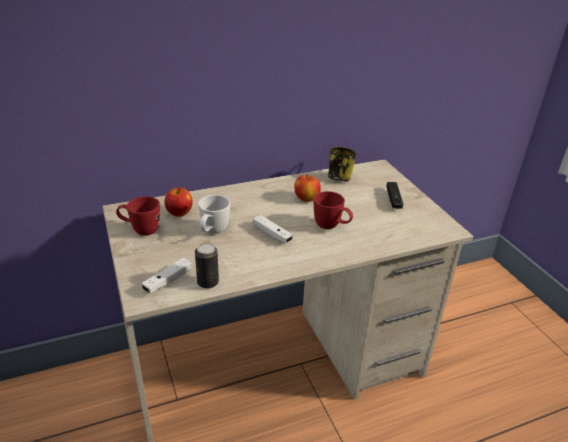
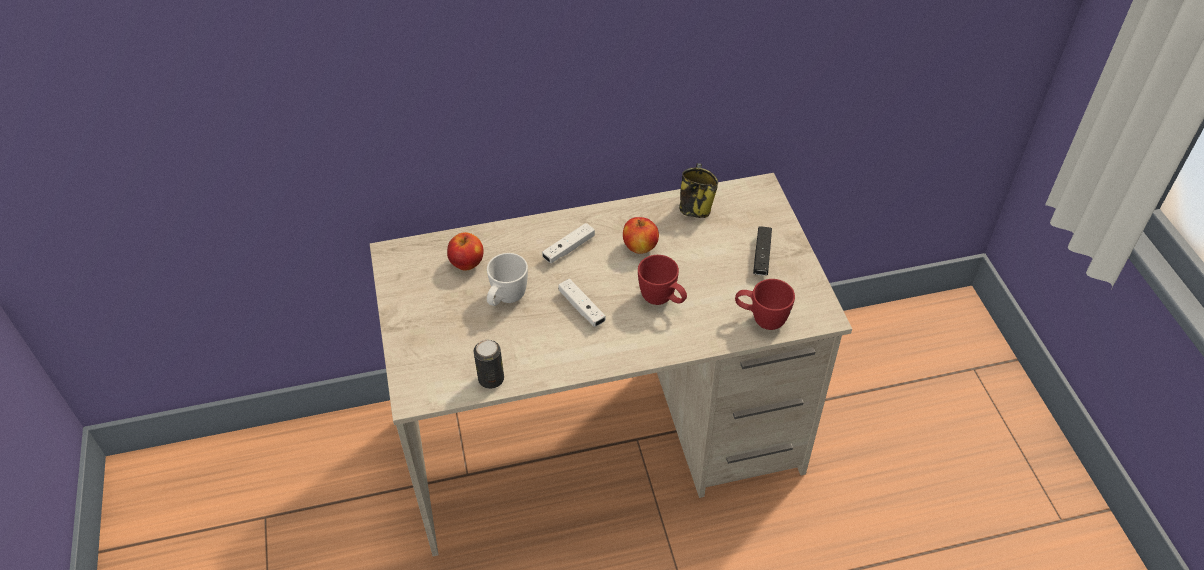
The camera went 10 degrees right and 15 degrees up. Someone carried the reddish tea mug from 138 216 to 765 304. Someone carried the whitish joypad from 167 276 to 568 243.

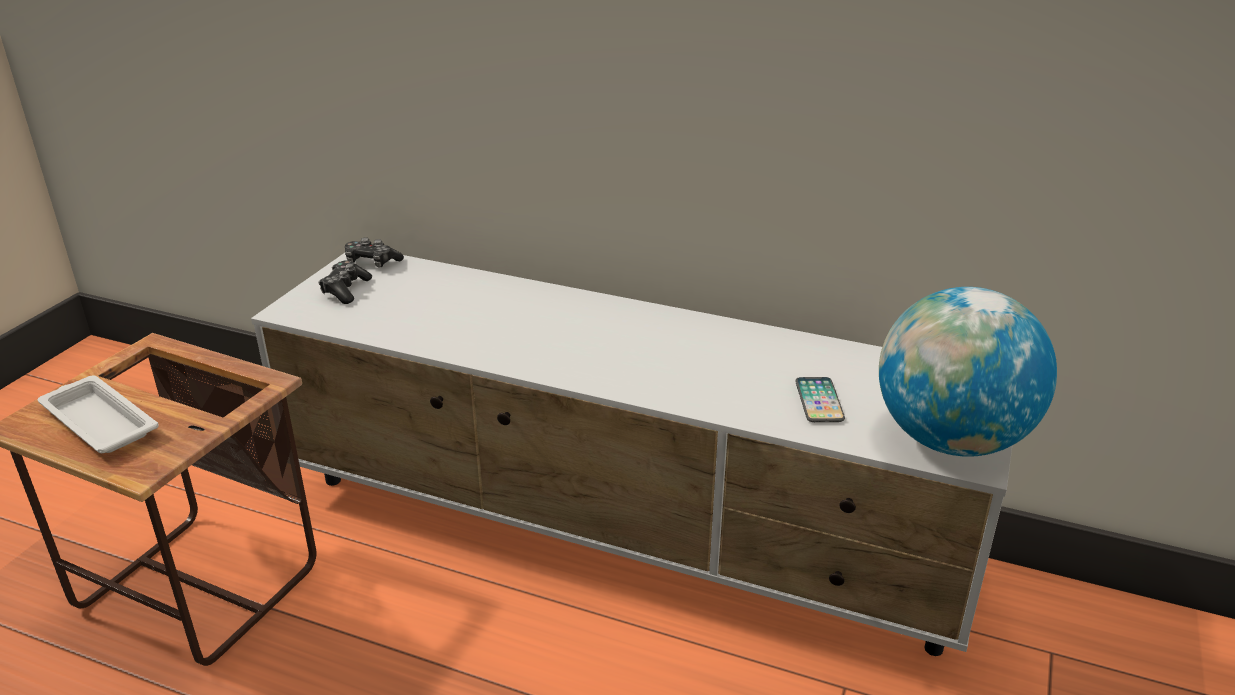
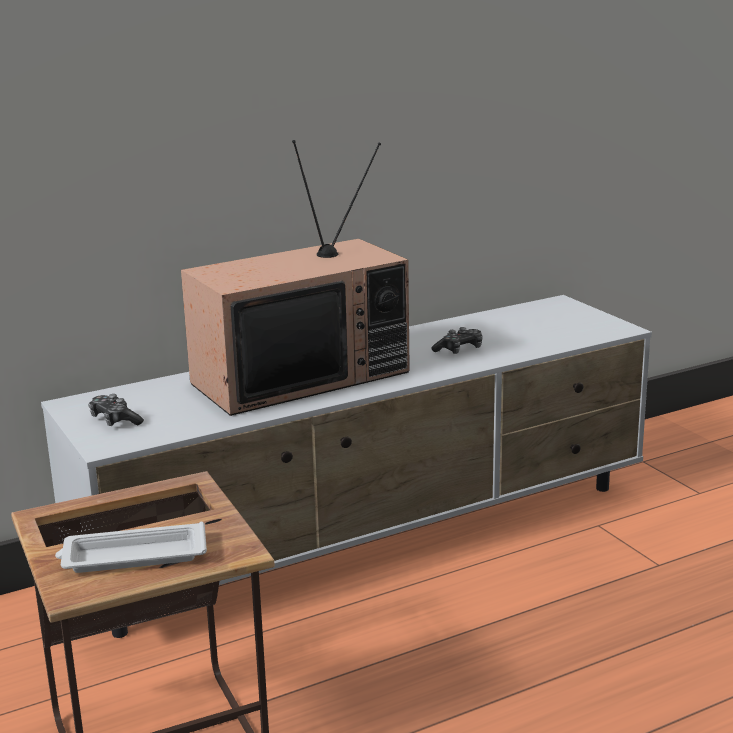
The camera went 50 degrees left and 10 degrees down. Someone carried the joypad from 374 252 to 457 340. Someone took away the world globe at 968 372. Someone took away the handset at 820 399. Someone put down the television at 295 278.

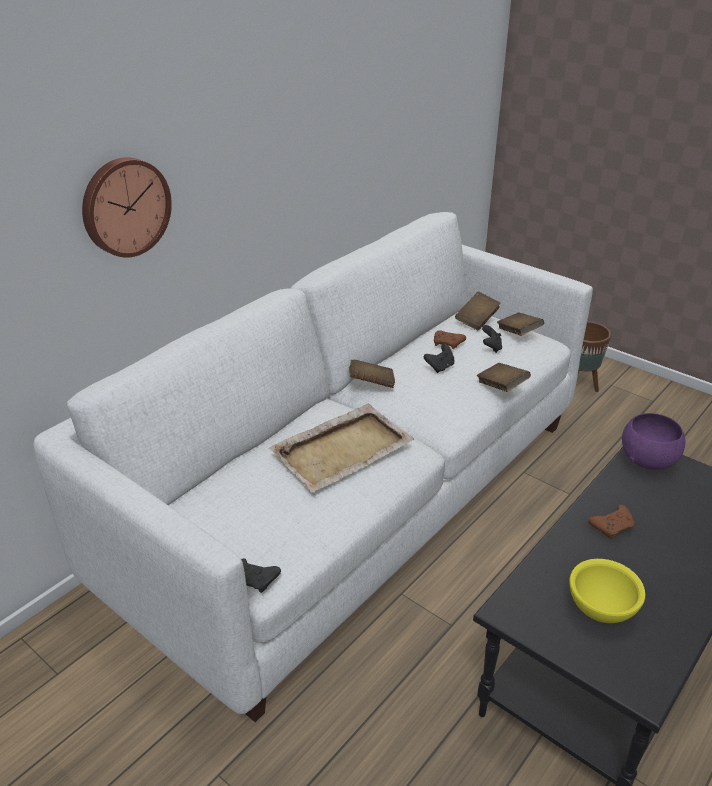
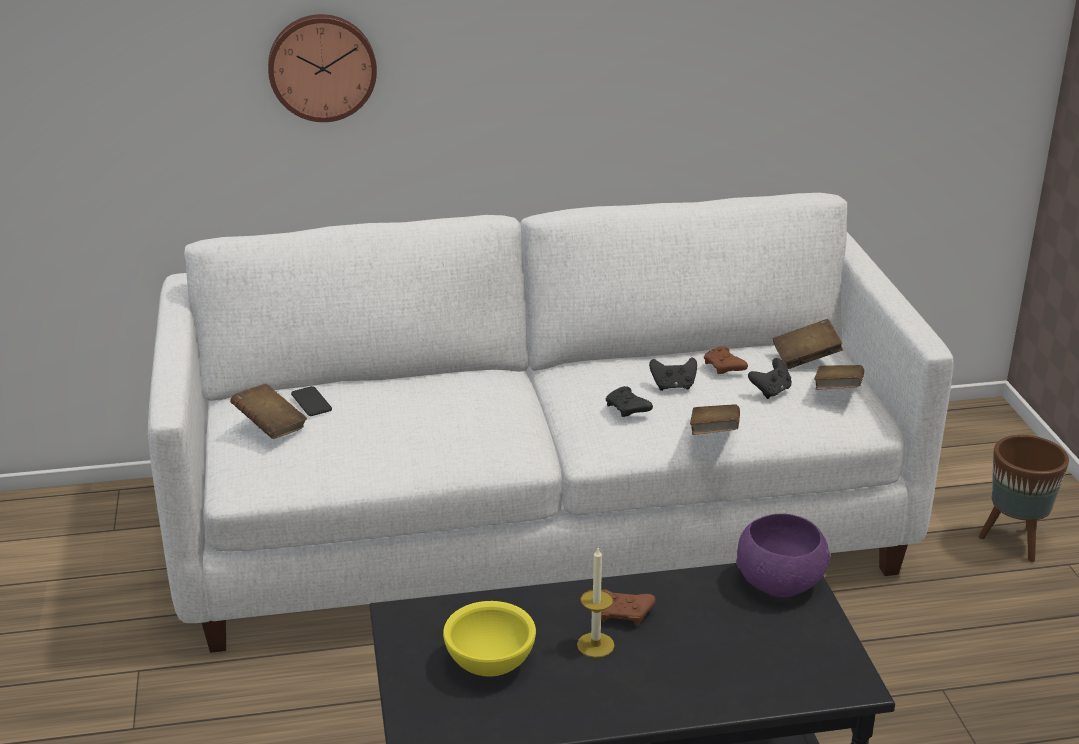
The camera went 40 degrees right and 5 degrees down. Someone carried the brownish volume from 372 374 to 268 411. Someone took away the beige-coloured tray at 341 448. Someone carried the black joypad from 261 575 to 629 401. Someone put down the handset at 311 401. Someone put down the candle at 596 603.

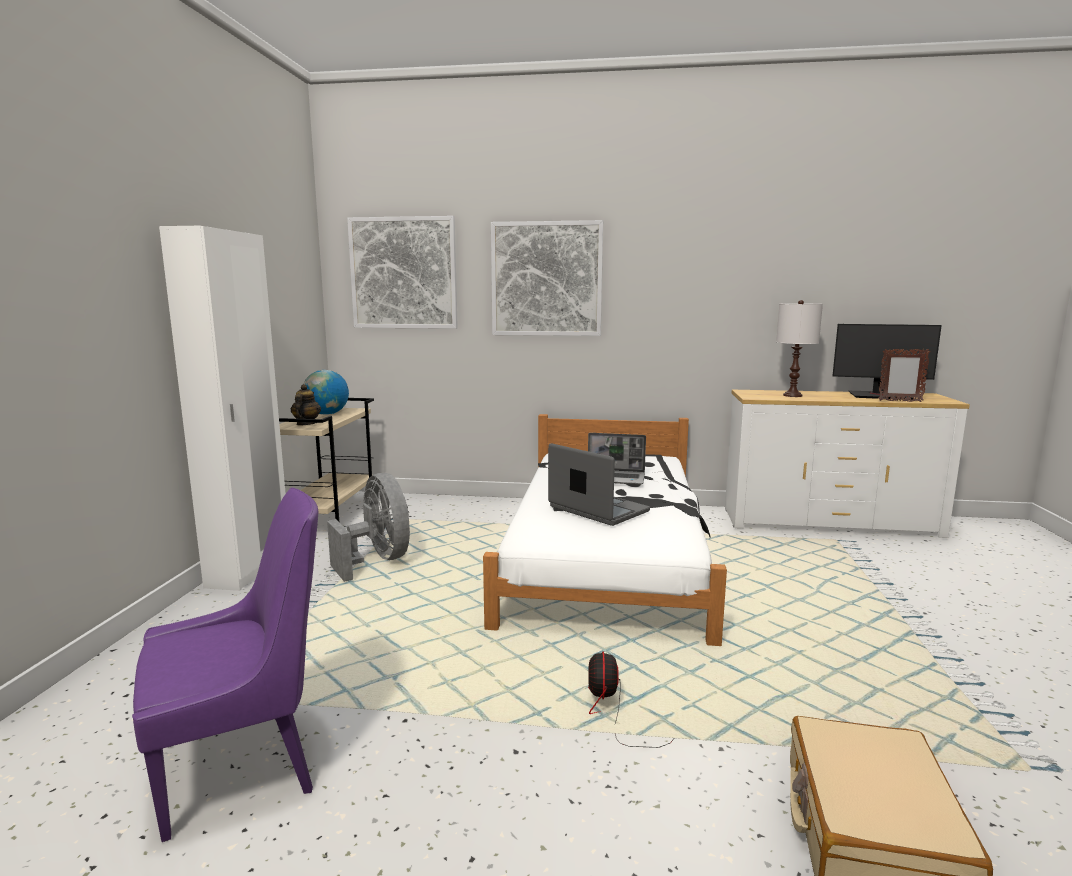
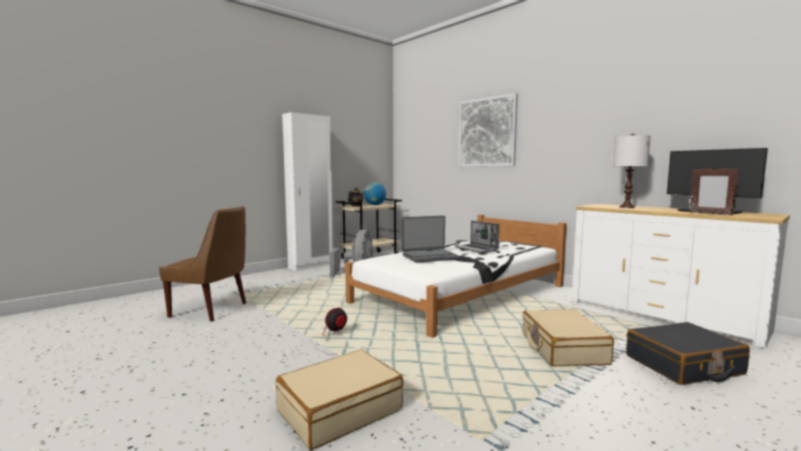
The camera went 40 degrees right and 5 degrees down. Someone took away the wall art at 402 272. Someone rotated the laptop at 599 484 by 75 degrees clockwise. Someone repainted the purplish upright chair at 225 665, which became the brownish upright chair at 202 264. Someone put down the beige-coloured suitcase at 568 337. Someone put down the black suitcase at 688 353.

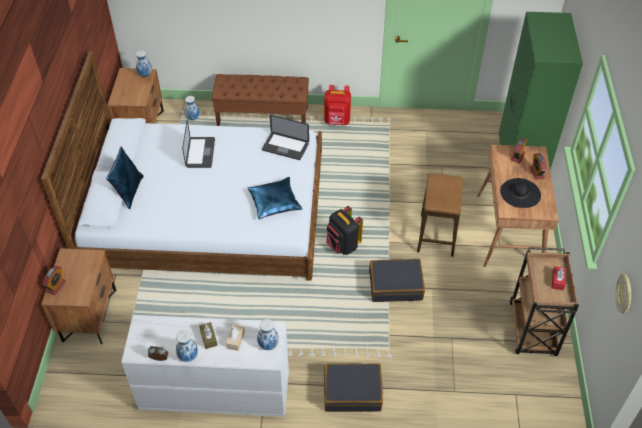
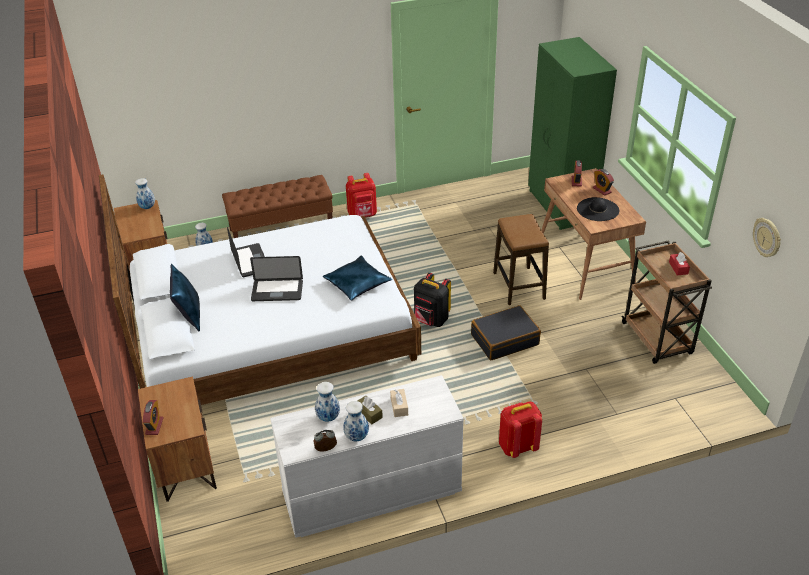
The camera went 20 degrees left and 10 degrees down. Someone carried the laptop from 285 137 to 276 278. Someone carried the decorative vase from 268 334 to 327 402. Someone swapped the black suitcase at 353 387 for the reddish backpack at 520 430.

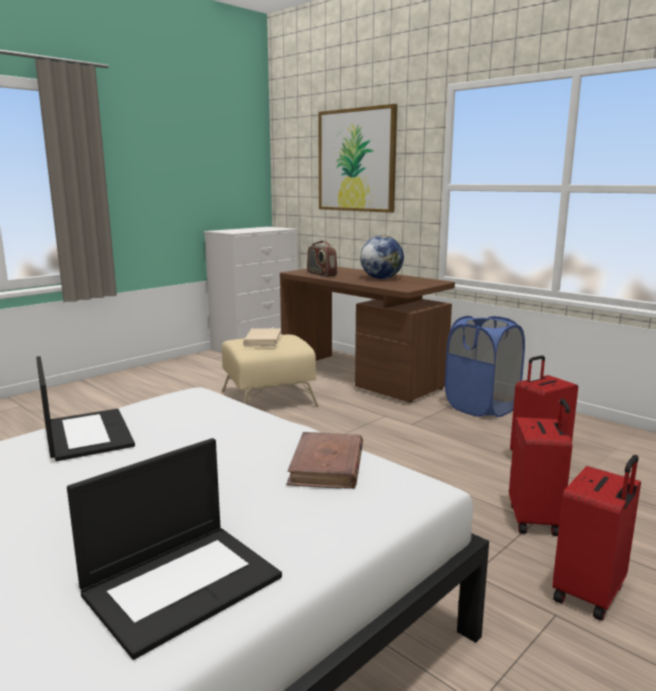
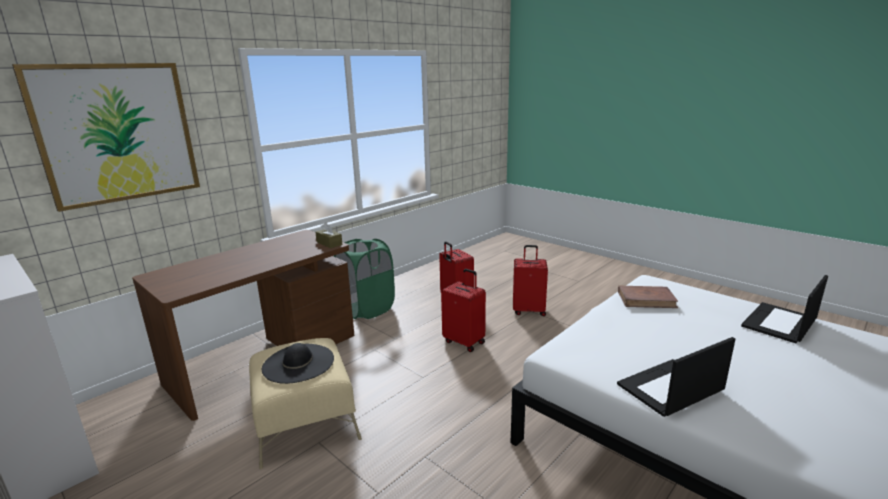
The camera went 90 degrees left and 5 degrees up. Someone took away the world globe at 382 257. Someone took away the radio set at 322 258. Someone repainted the blue washing basket at 485 366, which became the green washing basket at 364 279. Someone swapped the beige-coloured volume at 262 337 for the black wearable hat at 298 363. Someone rotated the laptop at 174 549 by 90 degrees counterclockwise. Someone carried the reddish suitcase from 596 538 to 463 310. Someone put down the brownish tissue box at 329 235.

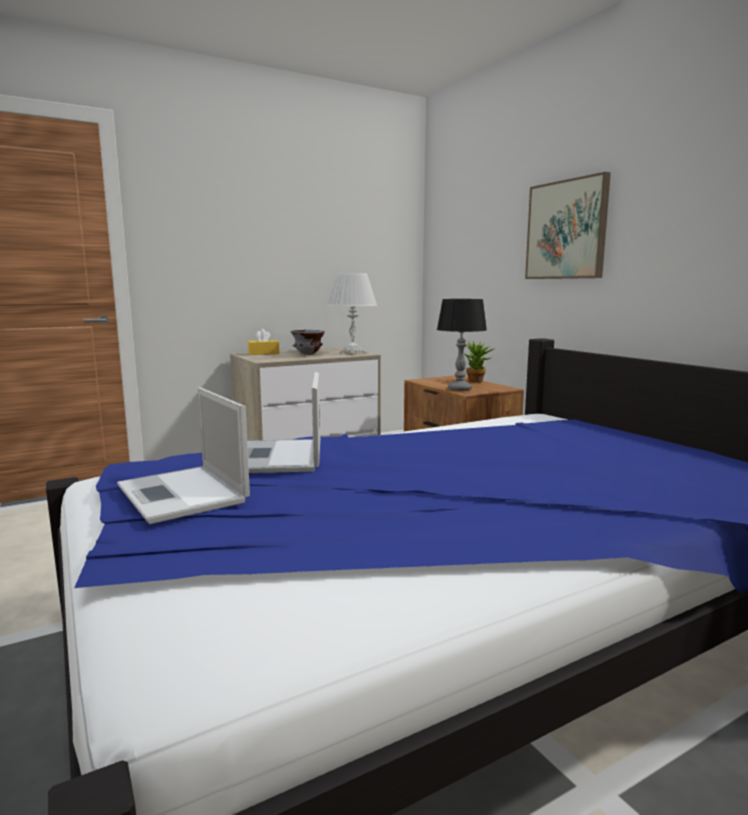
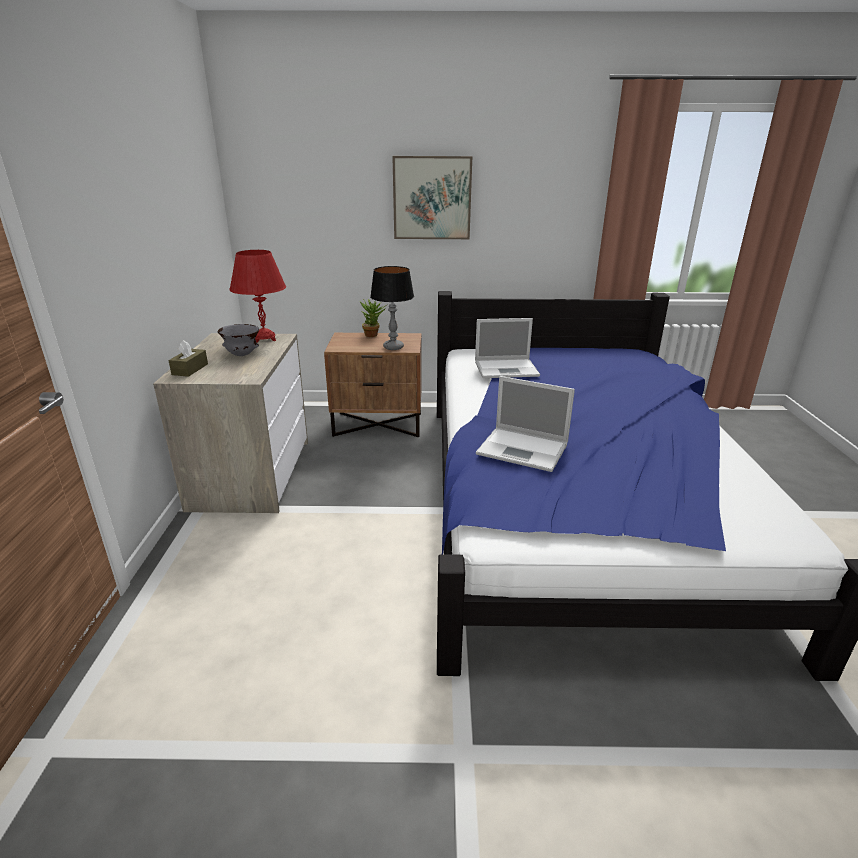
The camera went 60 degrees left and 15 degrees up. Someone repainted the whitish lamp for a table at 352 314, which became the reddish lamp for a table at 258 296. Someone repainted the yellow-coloured tissue box at 263 342, which became the brownish tissue box at 188 358. Someone carried the laptop from 183 455 to 507 348.

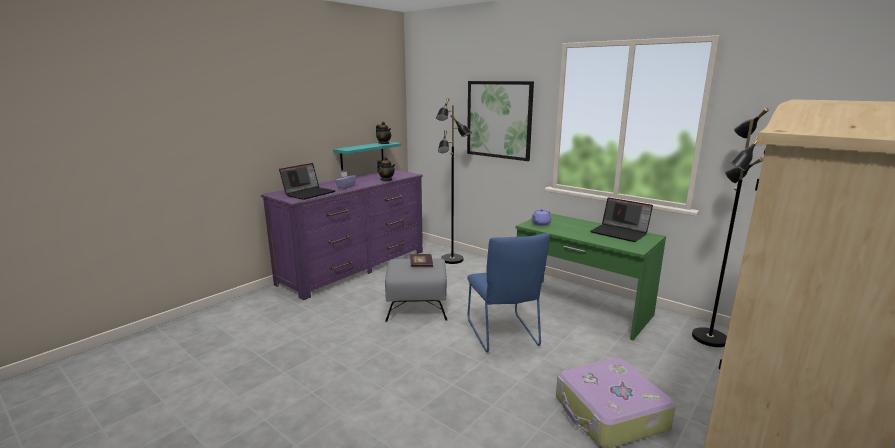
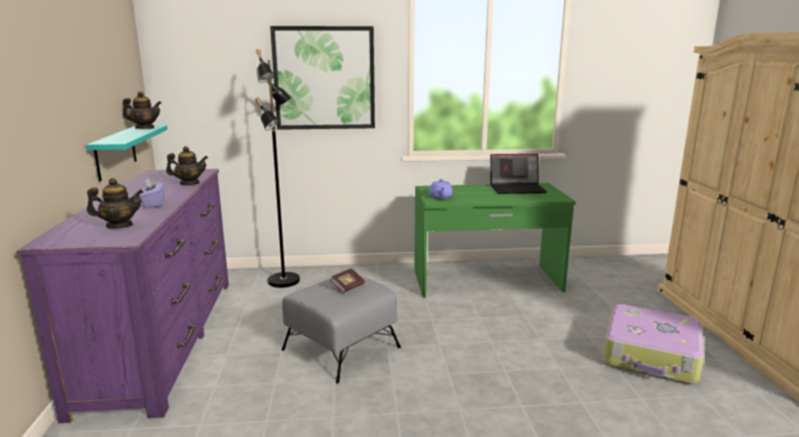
The camera went 45 degrees left and 0 degrees up. Someone took away the black standing lamp at 730 227. Someone swapped the laptop at 307 181 for the pot for tea at 115 203. Someone took away the blue upright chair at 508 292.

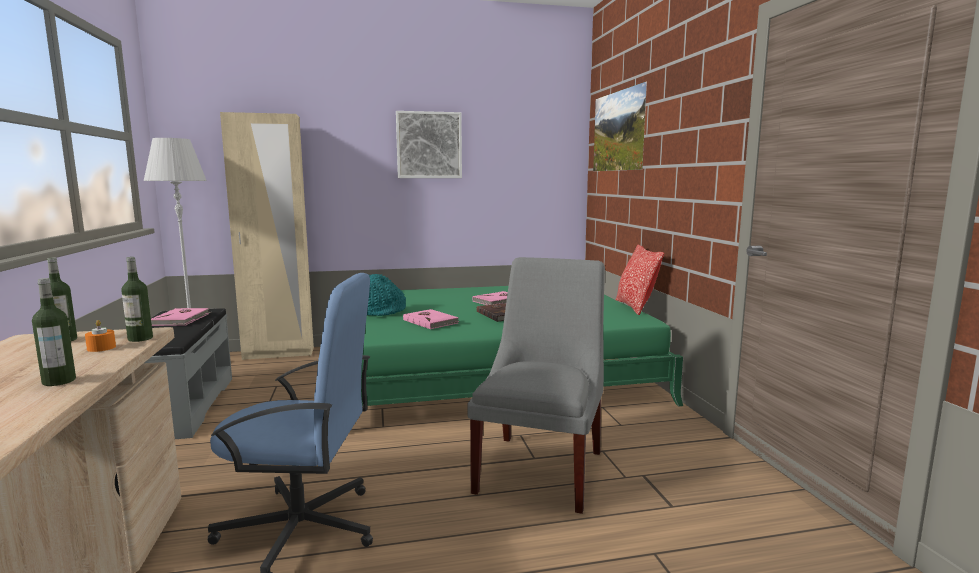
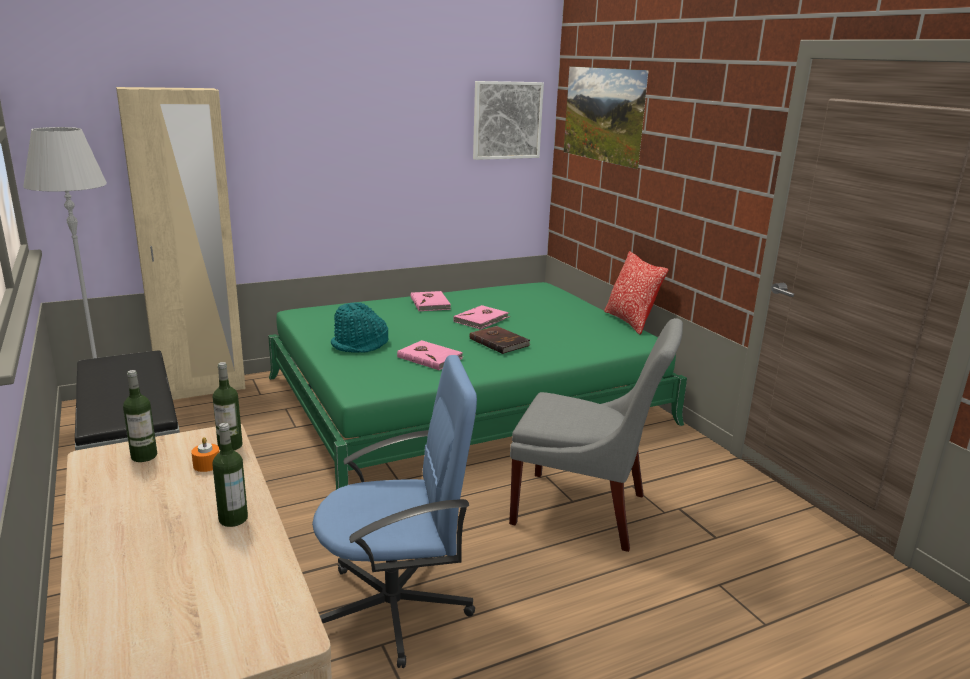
The camera went 15 degrees left and 10 degrees up. Someone carried the wall art from 429 144 to 508 120. Someone rotated the grey upright chair at 536 385 by 105 degrees clockwise. Someone carried the pink volume from 181 317 to 431 301.

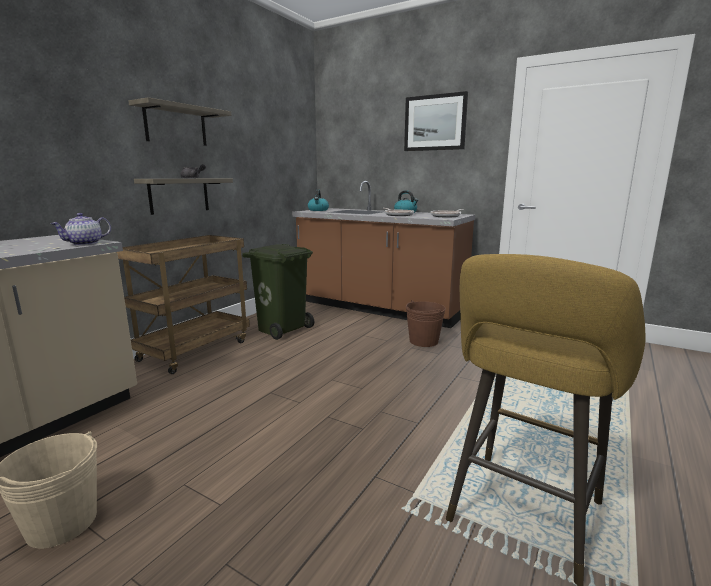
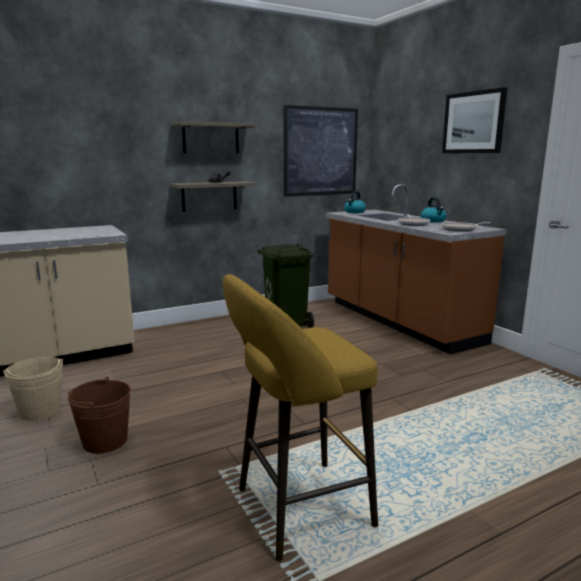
The camera went 30 degrees right and 0 degrees up. Someone took away the pot for tea at 80 229. Someone took away the brownish wheeled cart at 183 304. Someone carried the brownish water bucket from 426 323 to 99 415. Someone put up the wall art at 320 151.

